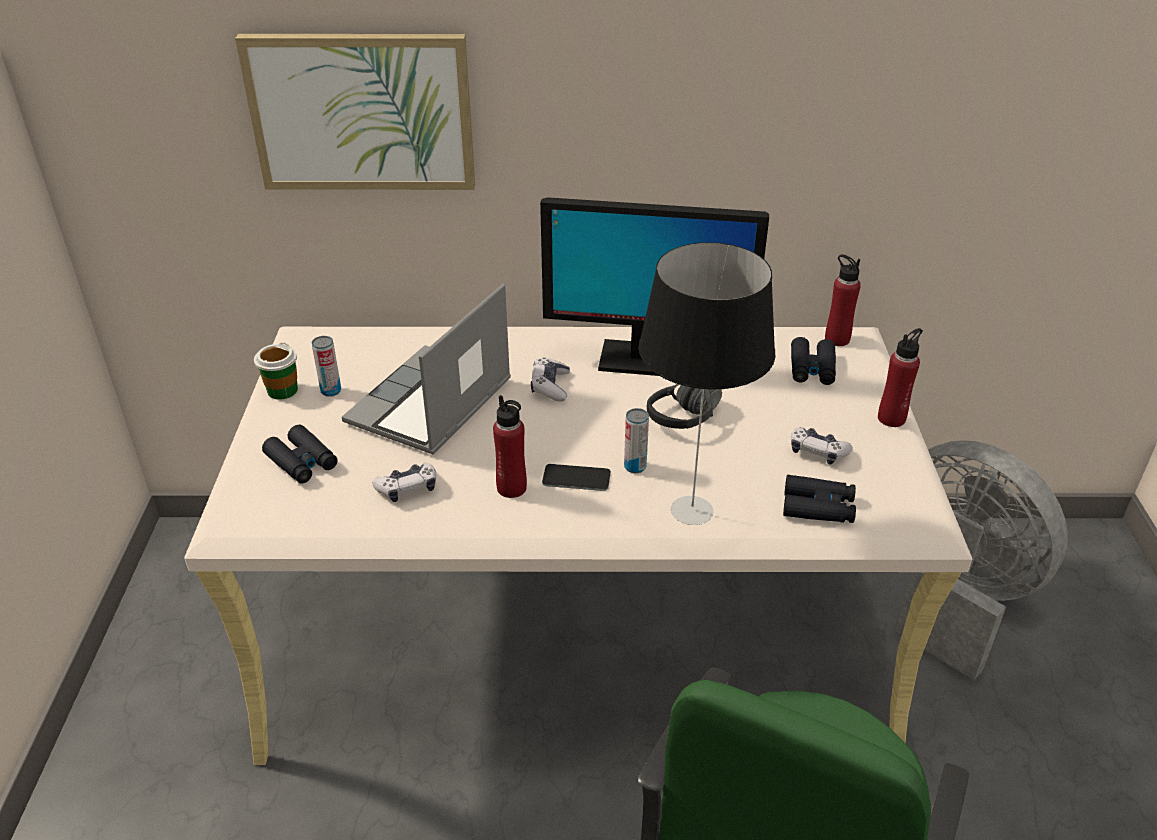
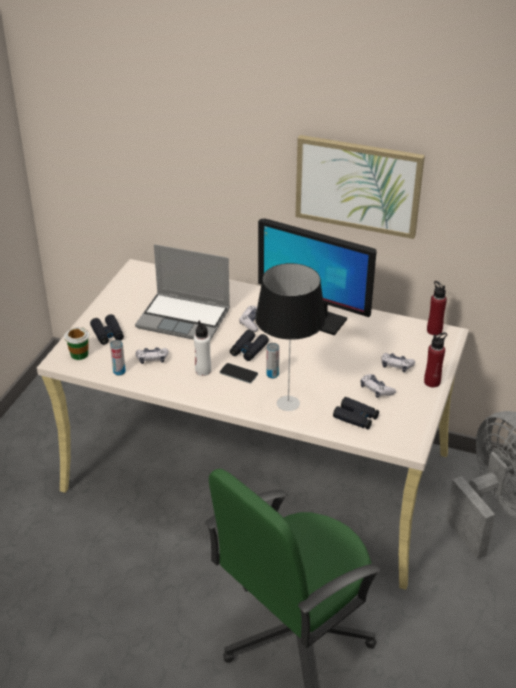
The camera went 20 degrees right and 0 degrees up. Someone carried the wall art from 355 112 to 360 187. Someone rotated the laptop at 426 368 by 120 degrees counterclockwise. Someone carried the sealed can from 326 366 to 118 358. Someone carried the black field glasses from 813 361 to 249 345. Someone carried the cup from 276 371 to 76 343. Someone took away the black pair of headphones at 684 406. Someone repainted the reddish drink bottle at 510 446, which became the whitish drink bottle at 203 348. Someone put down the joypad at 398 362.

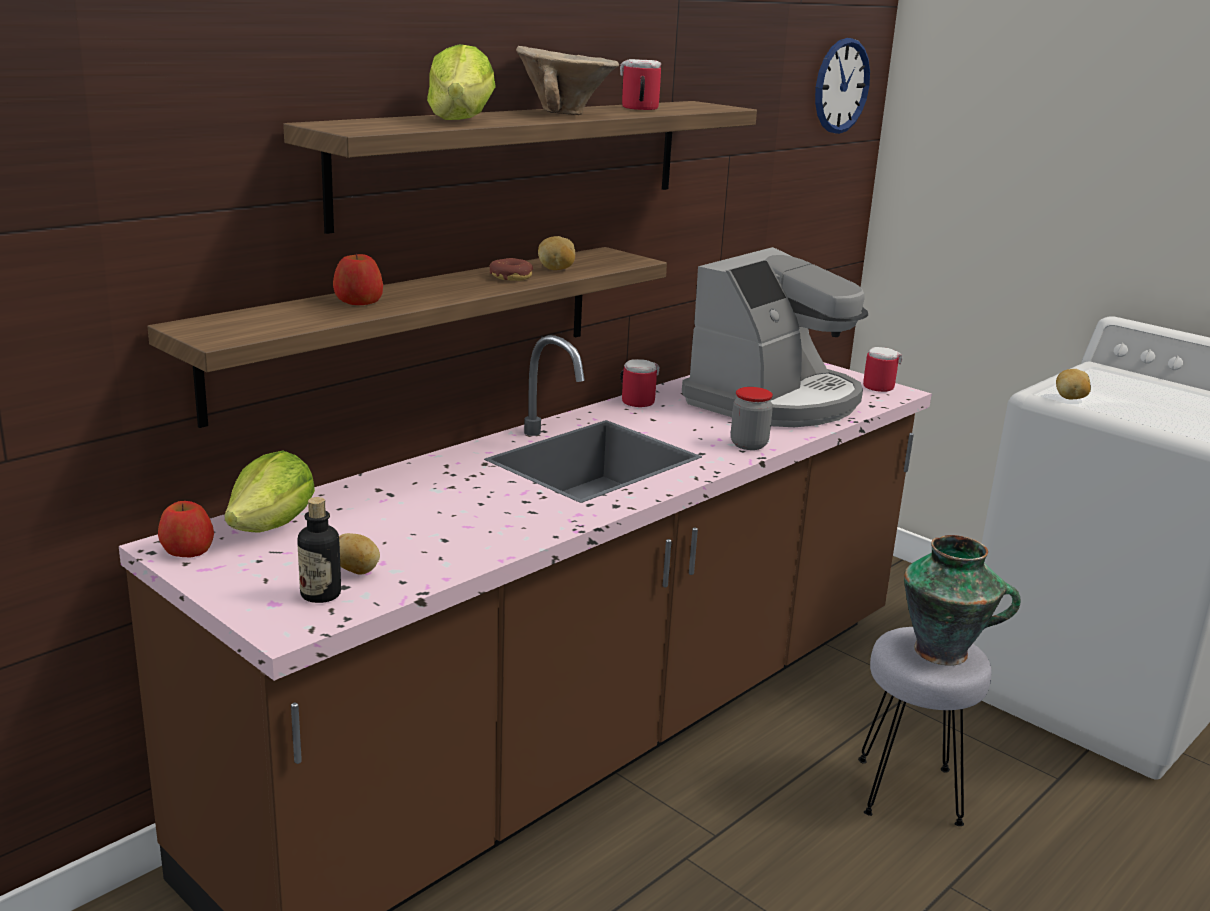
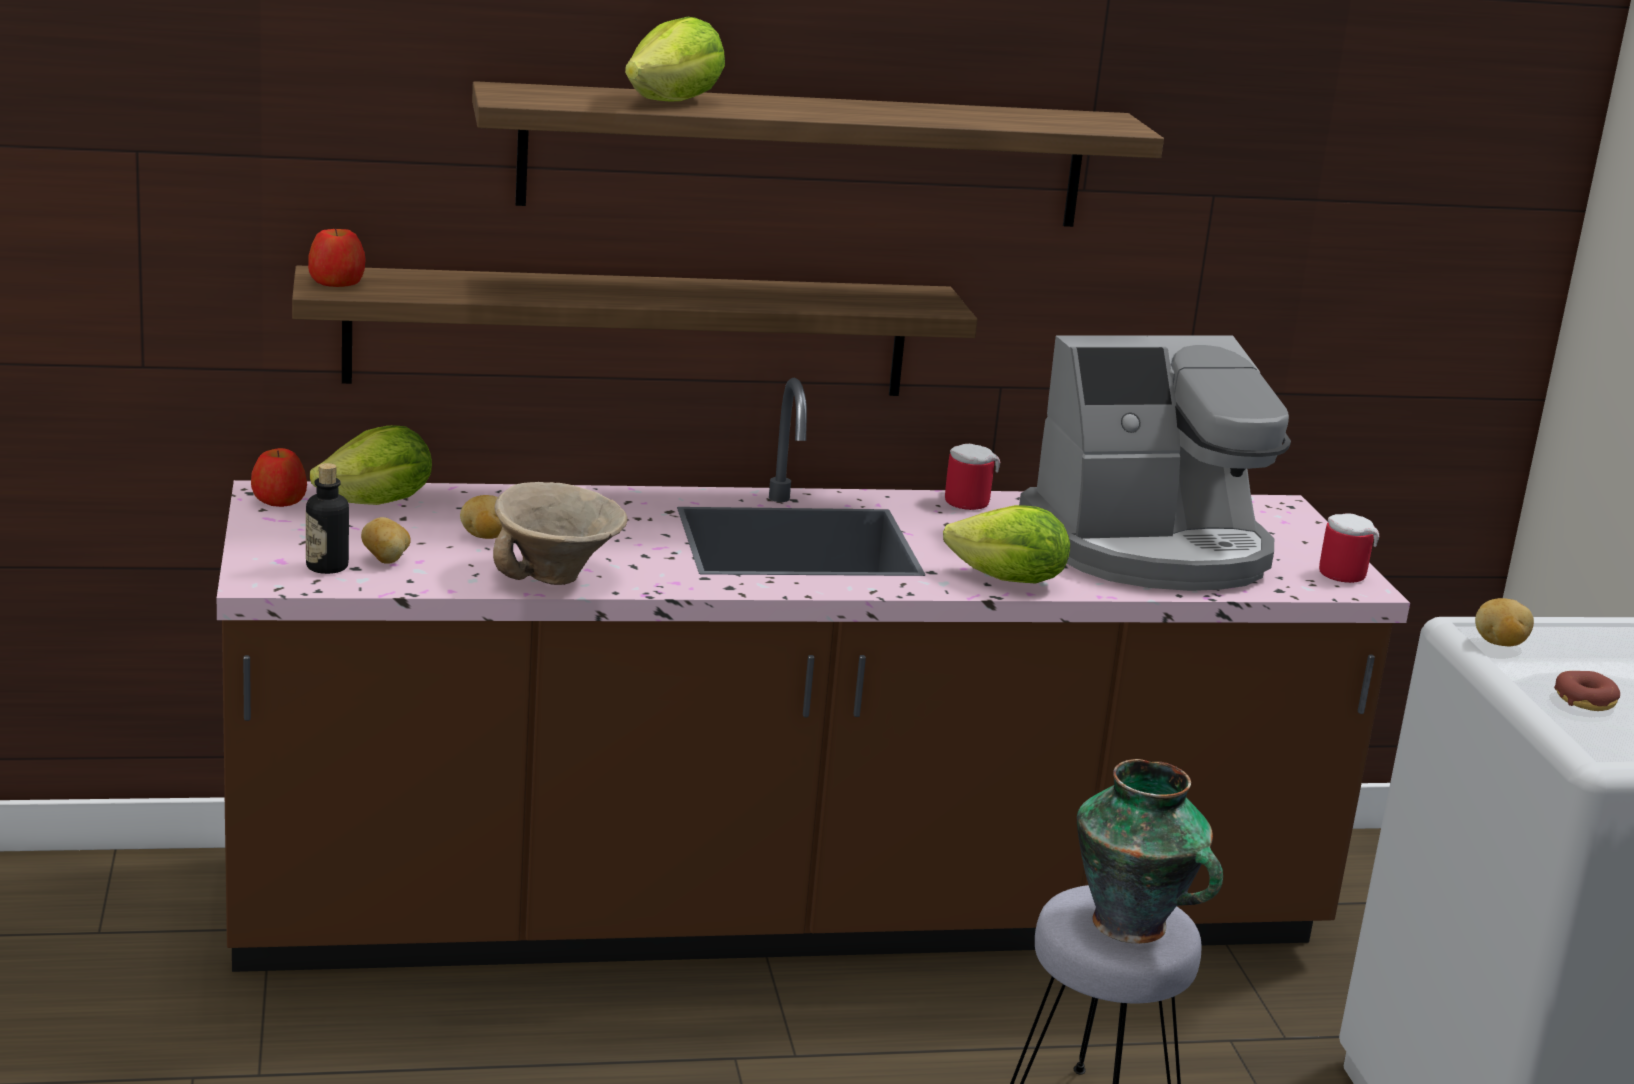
The camera went 35 degrees right and 0 degrees up. Someone took away the clock on the wall at 842 86. Someone carried the beige-coloured deep dish from 567 80 to 560 533. Someone took away the tea mug at 640 84. Someone carried the whole potato from 556 253 to 481 517. Someone carried the apple fruit from 358 279 to 337 257. Someone carried the doughnut from 511 269 to 1587 691. Someone swapped the jar at 752 418 for the head of lettuce at 1006 544.

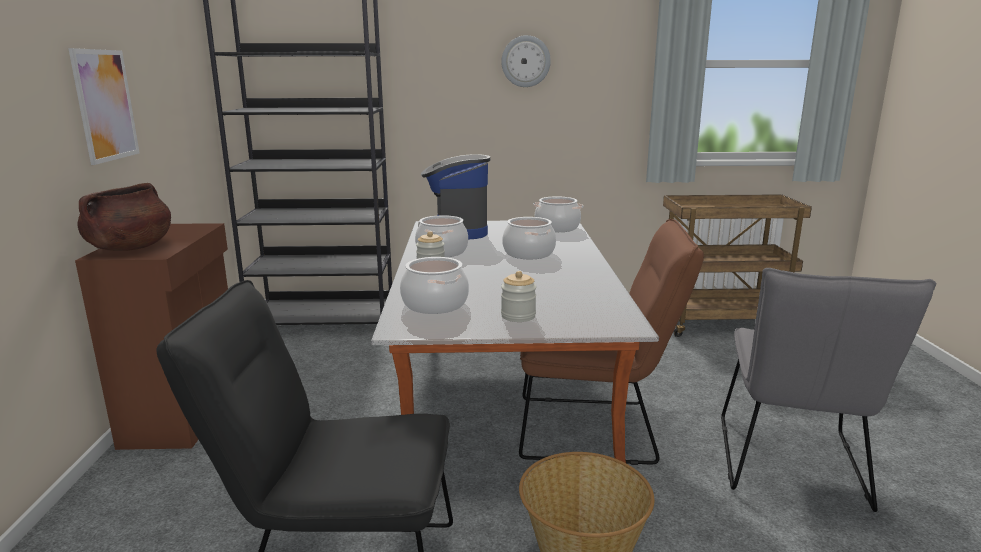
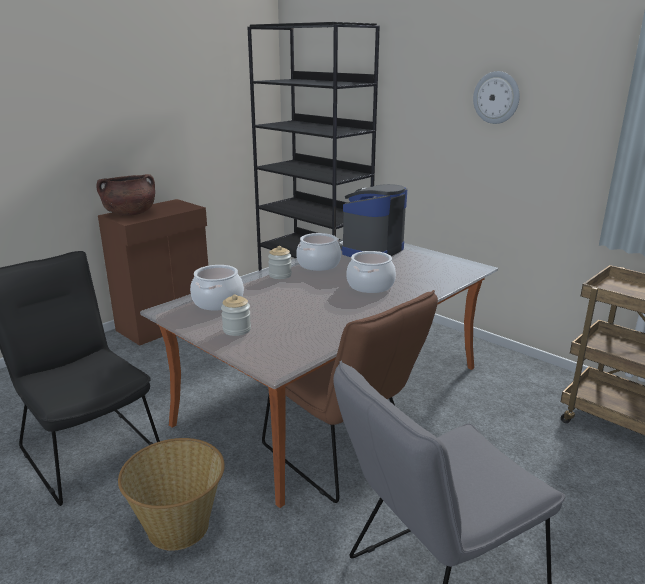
The camera went 45 degrees right and 5 degrees up. Someone took away the wall art at 103 106. Someone took away the stockpot at 558 214.

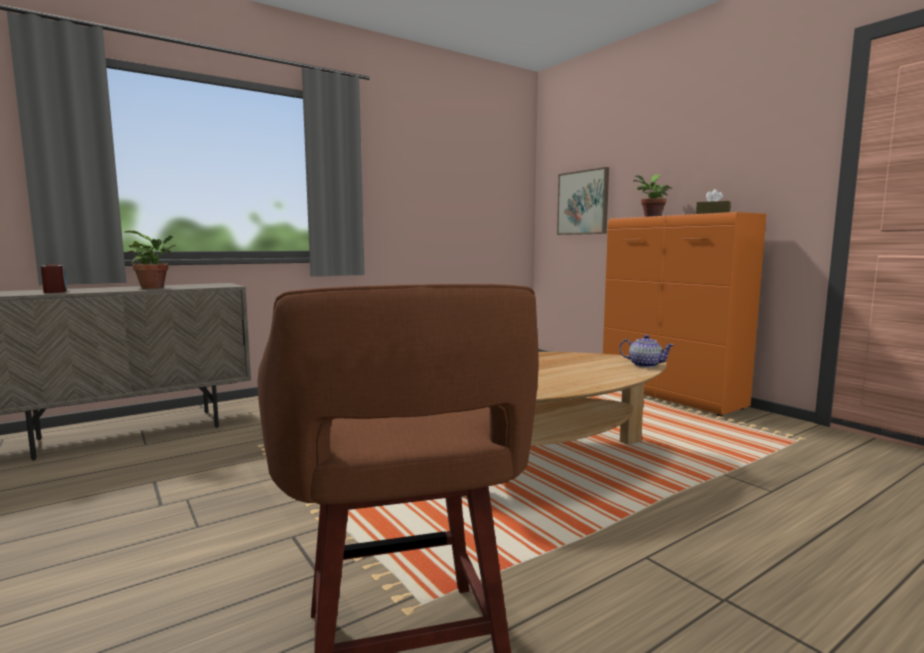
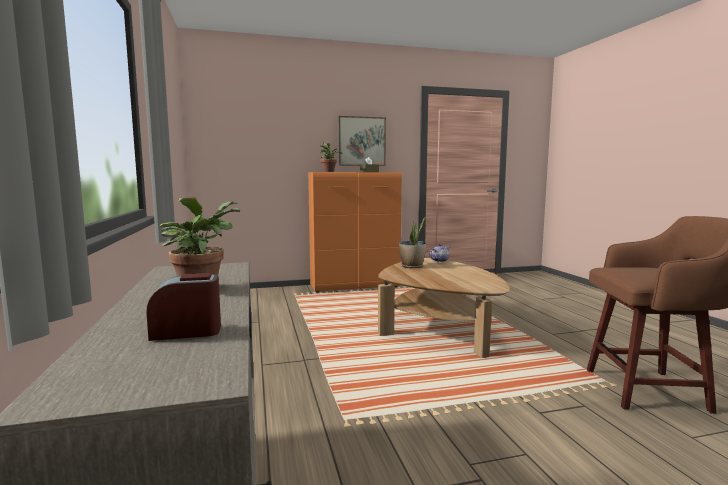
The camera went 70 degrees left and 0 degrees up. Someone carried the wall art from 583 201 to 362 141. Someone put down the potted plant at 412 243.

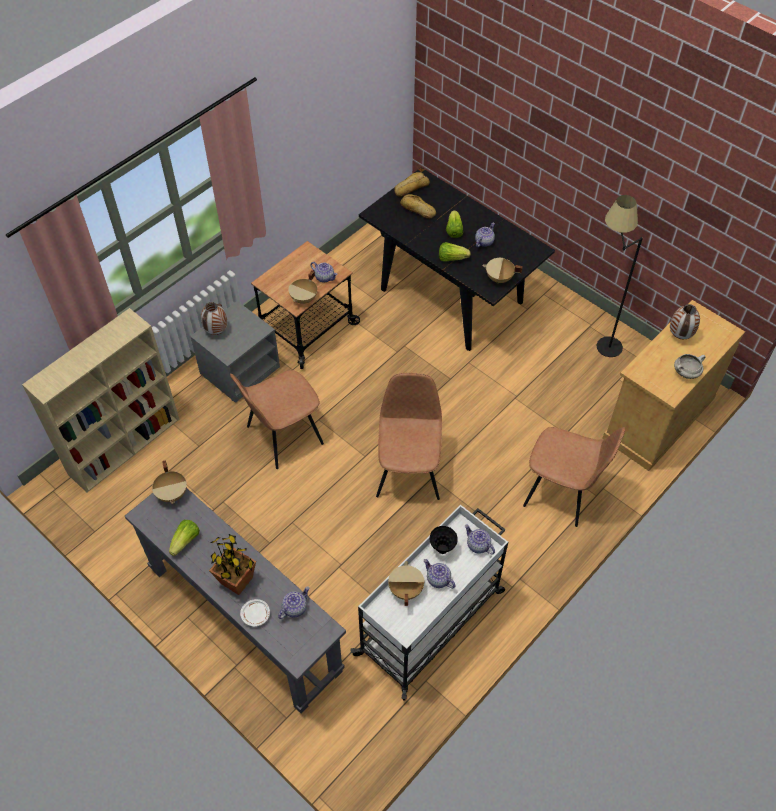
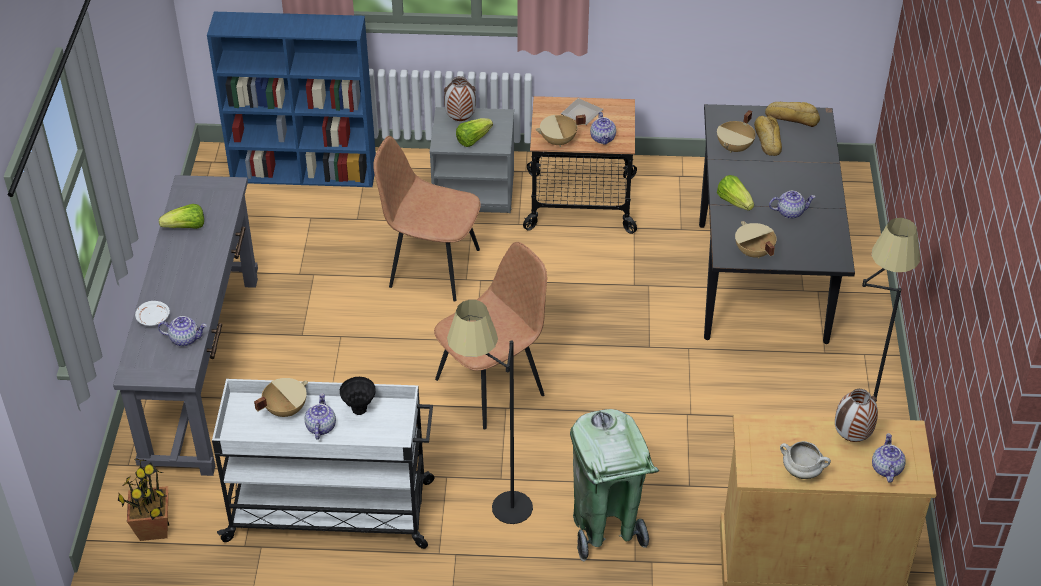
The camera went 50 degrees right and 10 degrees down. Someone carried the head of lettuce from 454 224 to 474 132. Someone repainted the beige-coloured bookcase at 100 400, which became the blue bookcase at 291 99. Someone swapped the brownish upright chair at 574 477 for the green rubbish bin at 614 485. Someone carried the beige-coloured stockpot from 169 482 to 736 131. Someone carried the pot for tea from 480 539 to 889 458. Someone carried the potted plant from 232 564 to 143 499. Someone put down the plate at 582 111. Someone put down the black standing lamp at 490 412.

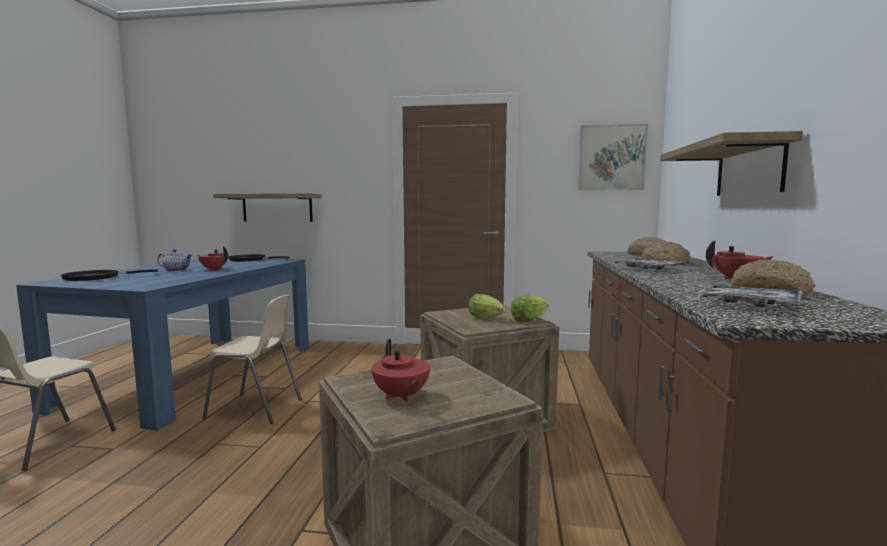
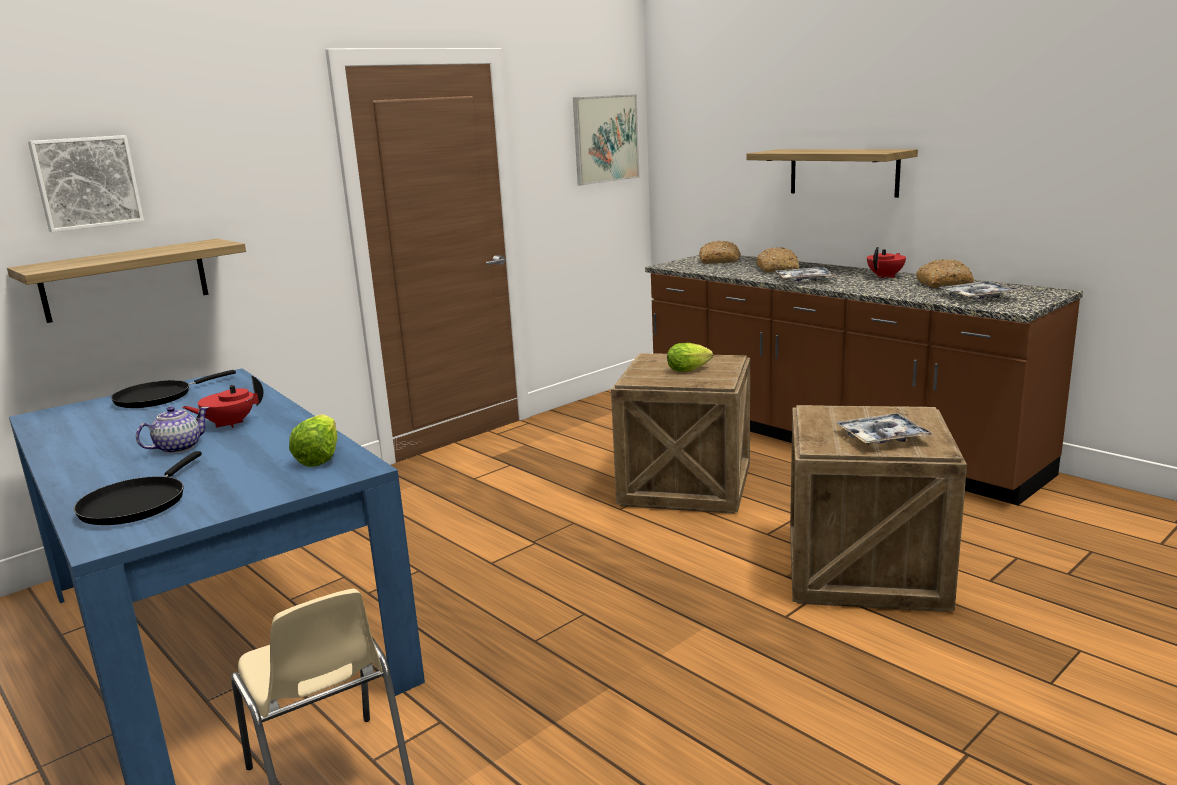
The camera went 50 degrees left and 10 degrees up. Someone took away the beige-coloured upright chair at 252 359. Someone carried the head of lettuce from 529 308 to 313 440. Someone swapped the reddish pot for tea at 400 370 for the tray at 884 429. Someone put up the wall art at 86 183.

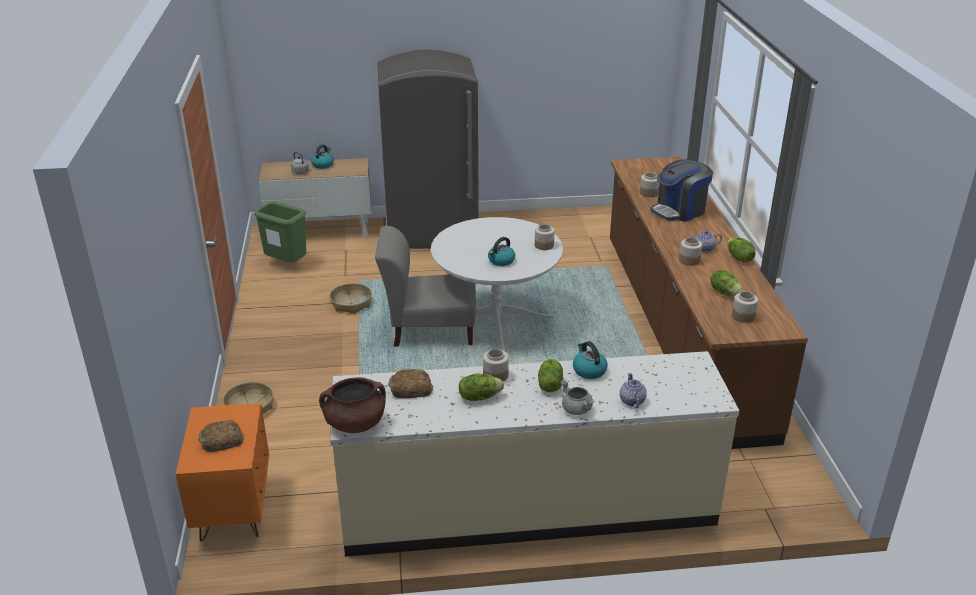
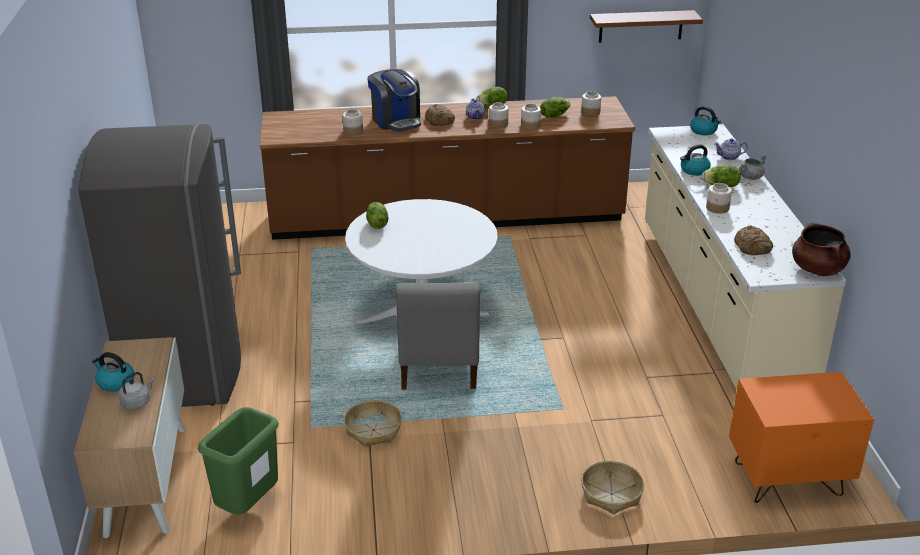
The camera went 90 degrees left and 0 degrees up. Someone carried the jar from 545 237 to 531 117. Someone carried the kettle from 501 251 to 705 120. Someone carried the head of lettuce from 481 387 to 377 215. Someone carried the bread from 221 436 to 440 115. Someone put up the brownish wall shelf at 646 26.

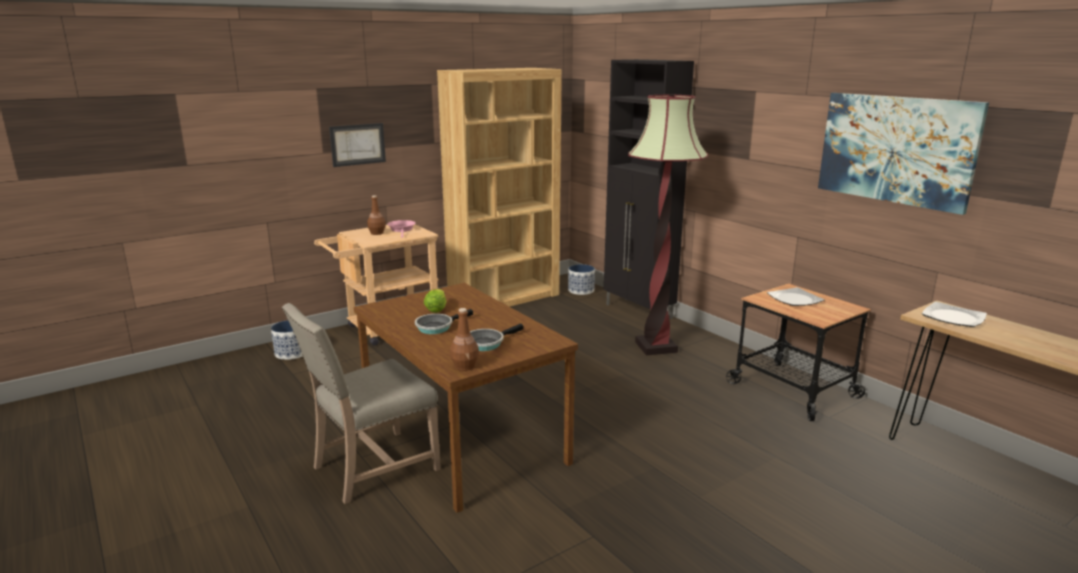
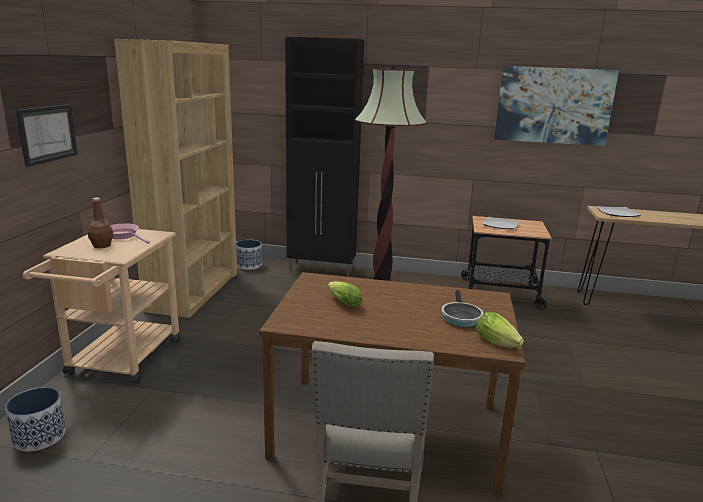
The camera went 45 degrees left and 0 degrees up. Someone swapped the brownish drink bottle at 464 339 for the head of lettuce at 500 329. Someone took away the skillet at 444 321.

